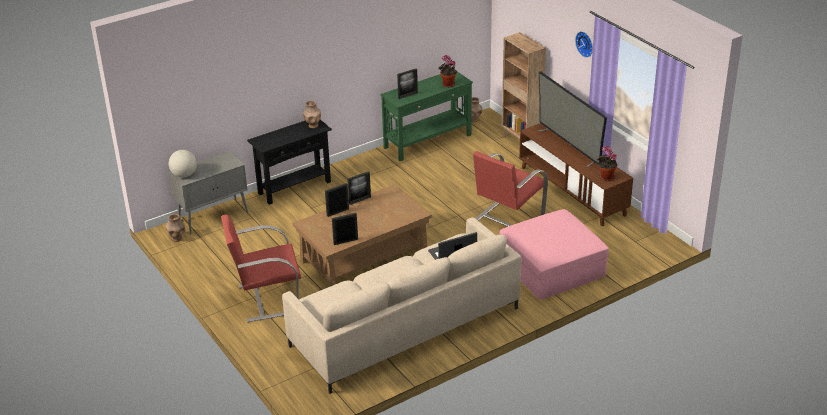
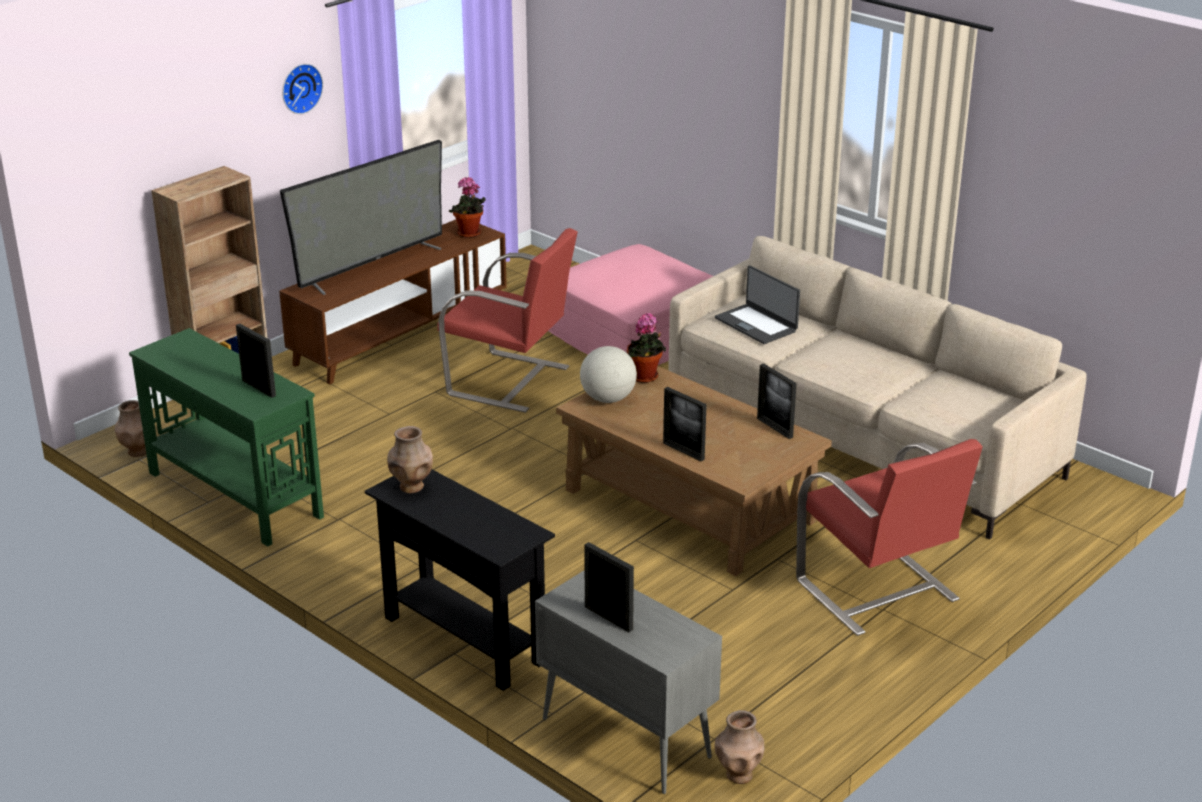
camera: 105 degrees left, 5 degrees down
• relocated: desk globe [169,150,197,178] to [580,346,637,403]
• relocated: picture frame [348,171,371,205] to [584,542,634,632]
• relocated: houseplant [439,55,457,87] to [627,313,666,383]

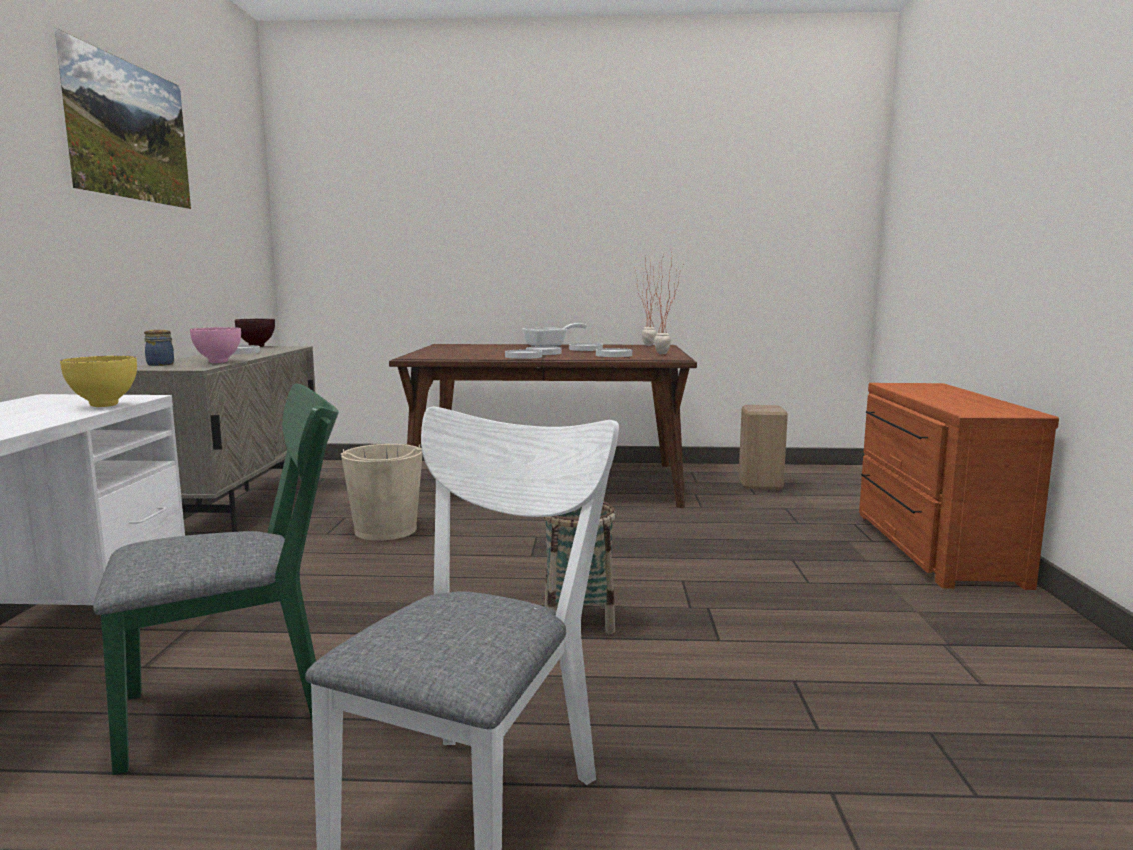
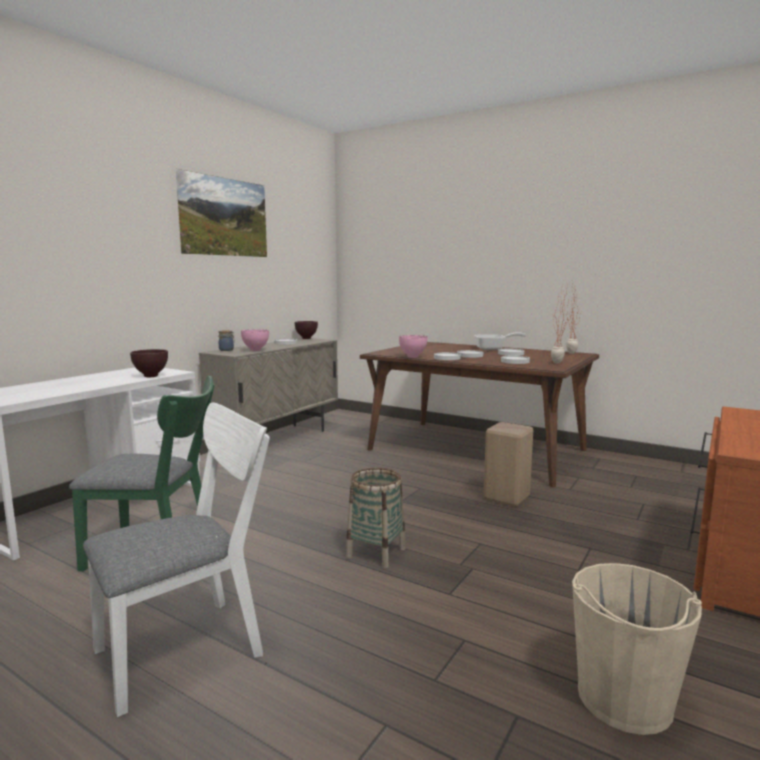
camera: 30 degrees right, 0 degrees up
• colour: serving bowl (yellowish) [60,356,137,407] to serving bowl (brownish) [130,349,168,377]
• appeared: serving bowl (pink) [399,335,427,358]
• relocated: stool (beige) [739,405,788,490] to [484,422,533,507]
• relocated: bucket (beige) [341,444,423,541] to [572,563,702,735]

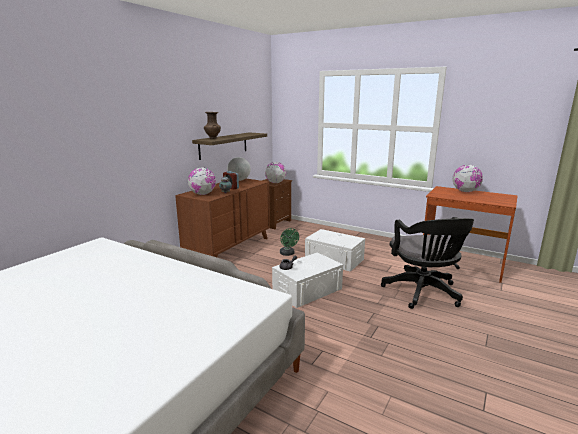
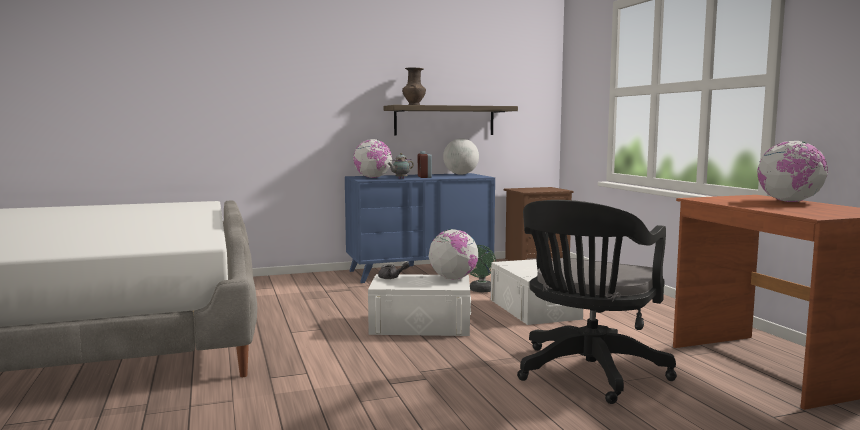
camera: 40 degrees right, 10 degrees down
• colour: chest of drawers (brownish) [175,179,270,257] to chest of drawers (blue) [345,173,495,283]
• relocated: desk globe [265,162,286,183] to [428,229,478,280]

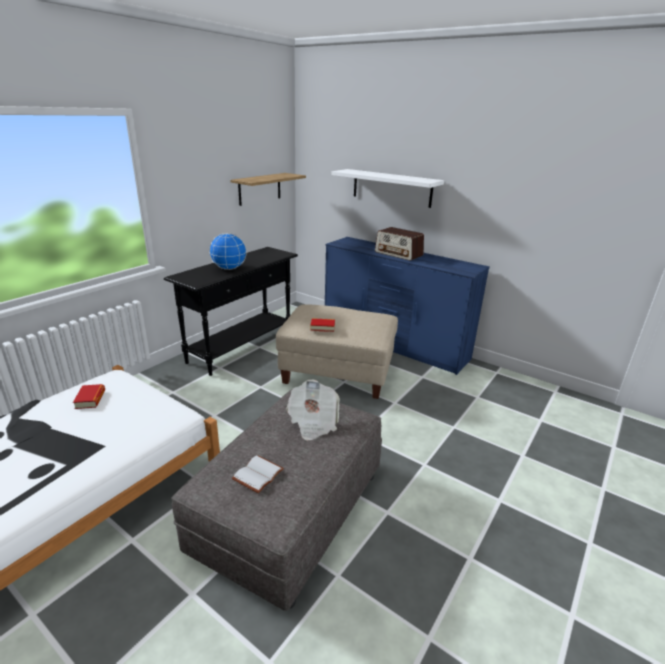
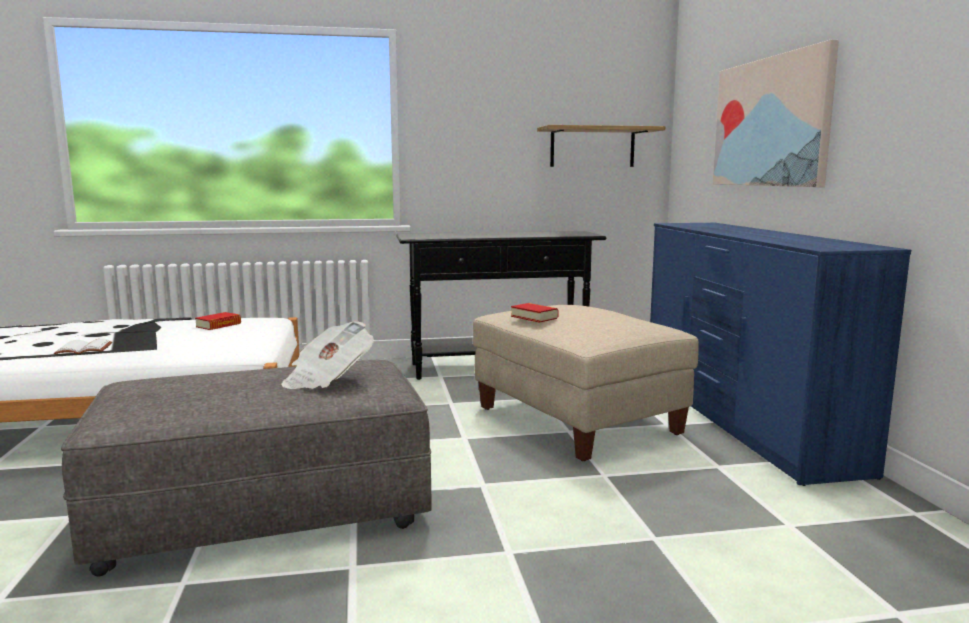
camera: 45 degrees right, 15 degrees down
• relocated: volume (white) [232,455,284,493] to [54,339,112,354]
• exchanged: shelf (white) [331,169,444,208] to picture [713,40,839,187]
• missing: desk globe [209,233,247,270]
• missing: radio [375,227,424,261]

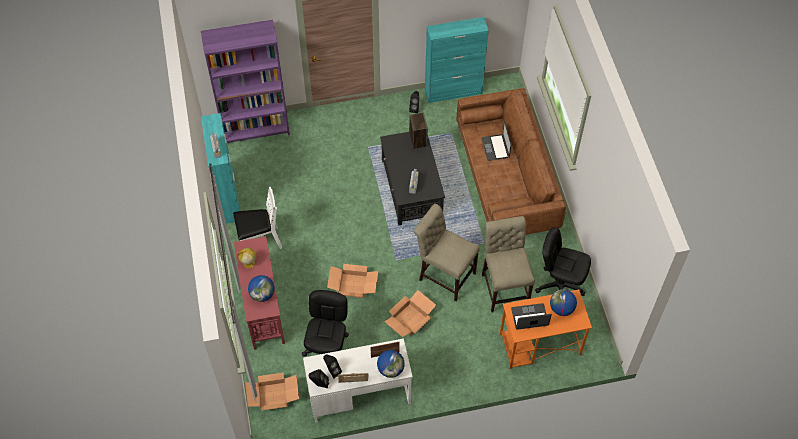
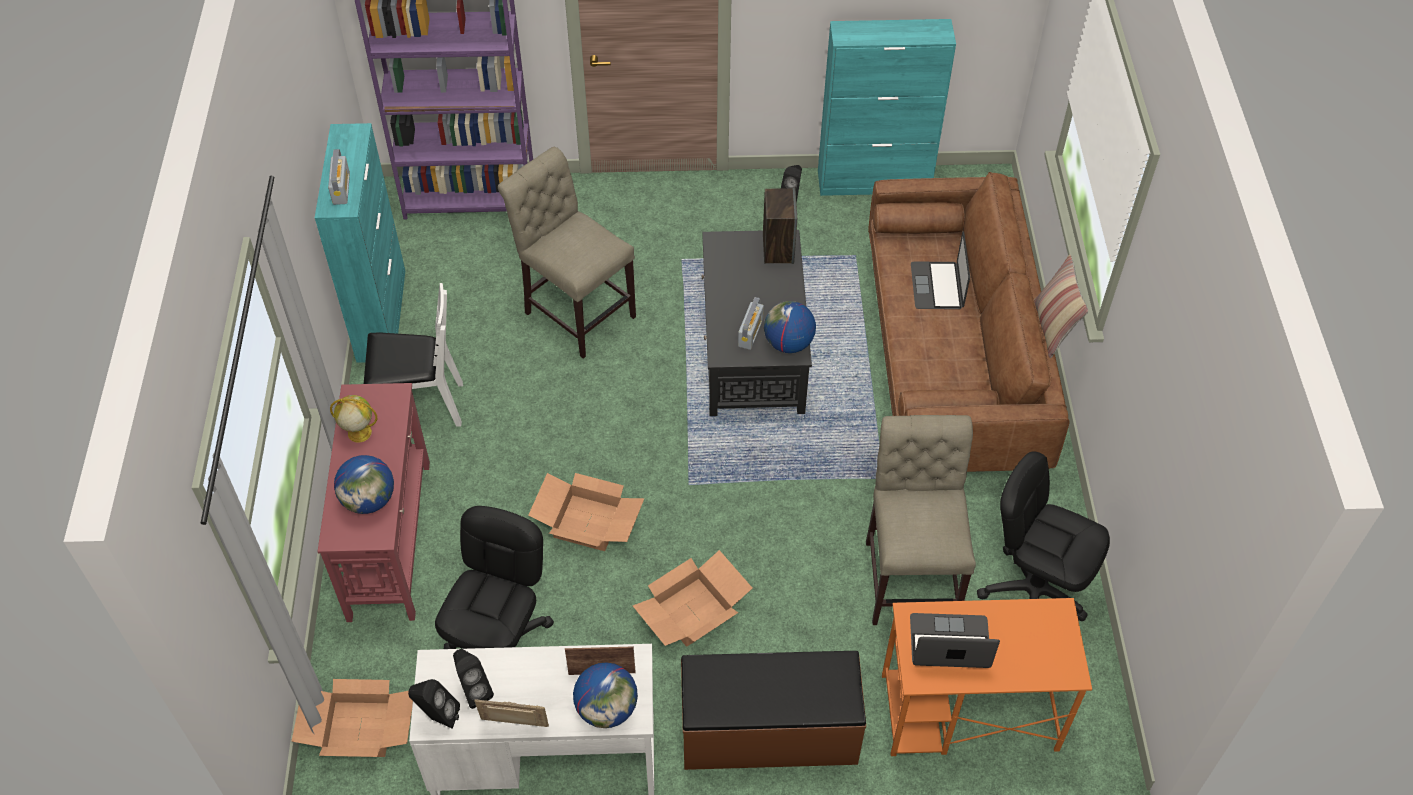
camera: 10 degrees right, 5 degrees down
• relocated: plain chair (beige) [414,204,480,301] to [498,147,636,359]
• appeared: indoor bench (brownish) [681,651,866,770]
• relocated: desk globe [550,289,577,316] to [764,301,816,353]
• appeared: cushion [1034,254,1088,358]

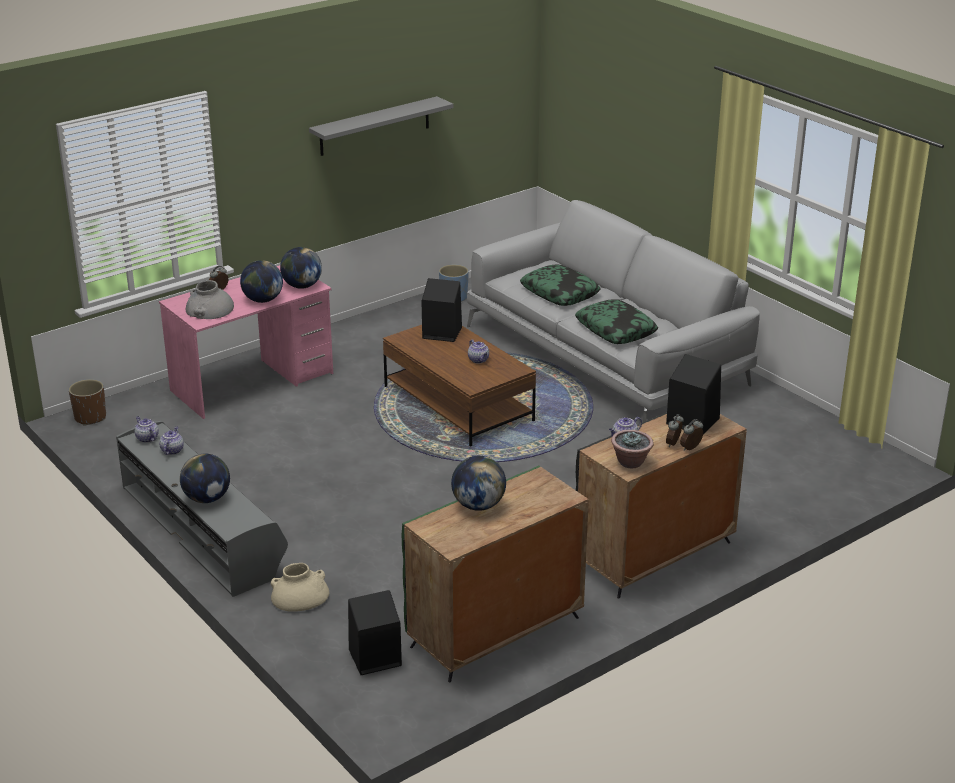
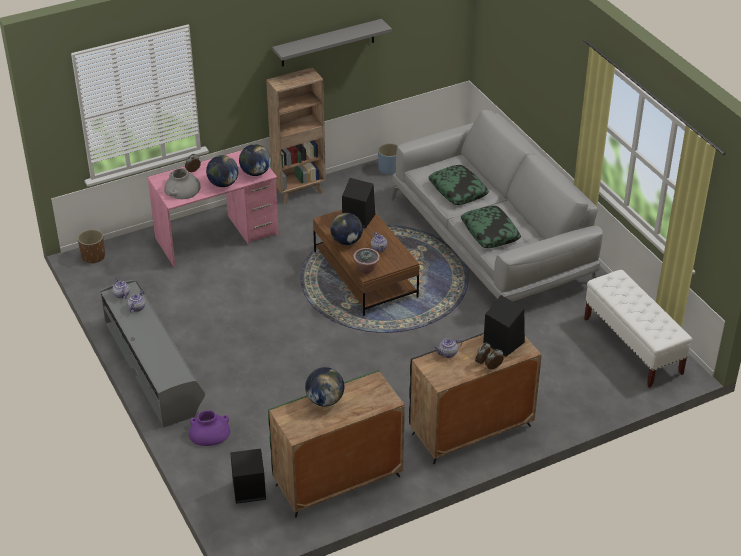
camera: 10 degrees right, 10 degrees up
• colour: flower vase (beige) [271,563,329,612] to flower vase (purple-coloured) [189,410,230,446]
• appeared: bookshelf (brownish) [266,67,326,205]
• relocated: desk globe [180,454,230,503] to [330,213,363,245]
• relocated: houseplant [611,430,654,468] to [353,248,380,273]
• appeared: indoor bench (white) [584,270,692,388]

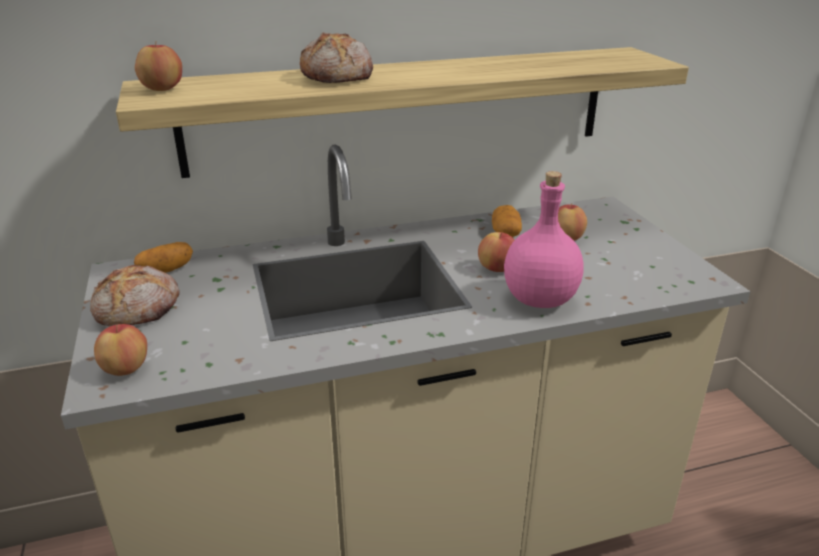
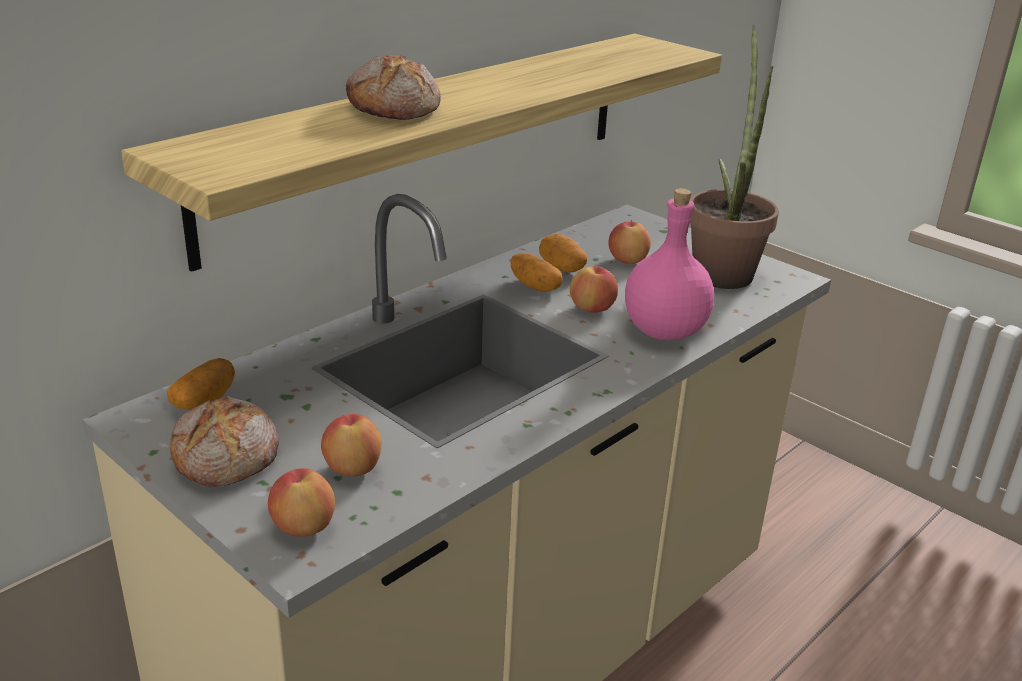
camera: 30 degrees left, 0 degrees up
• relocated: whole apple [135,42,182,91] to [321,414,382,477]
• appeared: whole potato [511,253,563,292]
• appeared: houseplant [690,25,779,289]

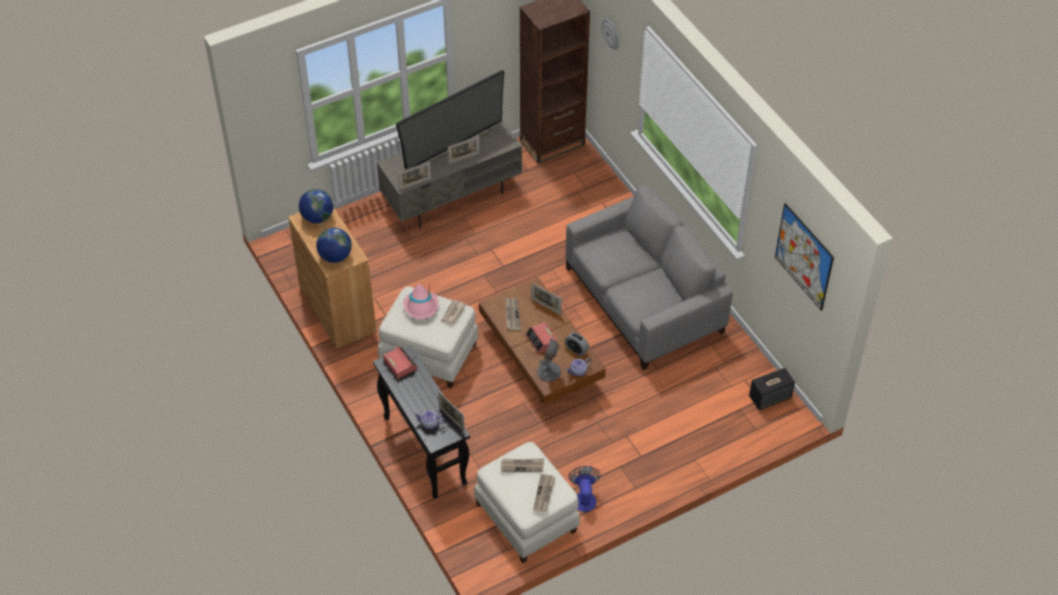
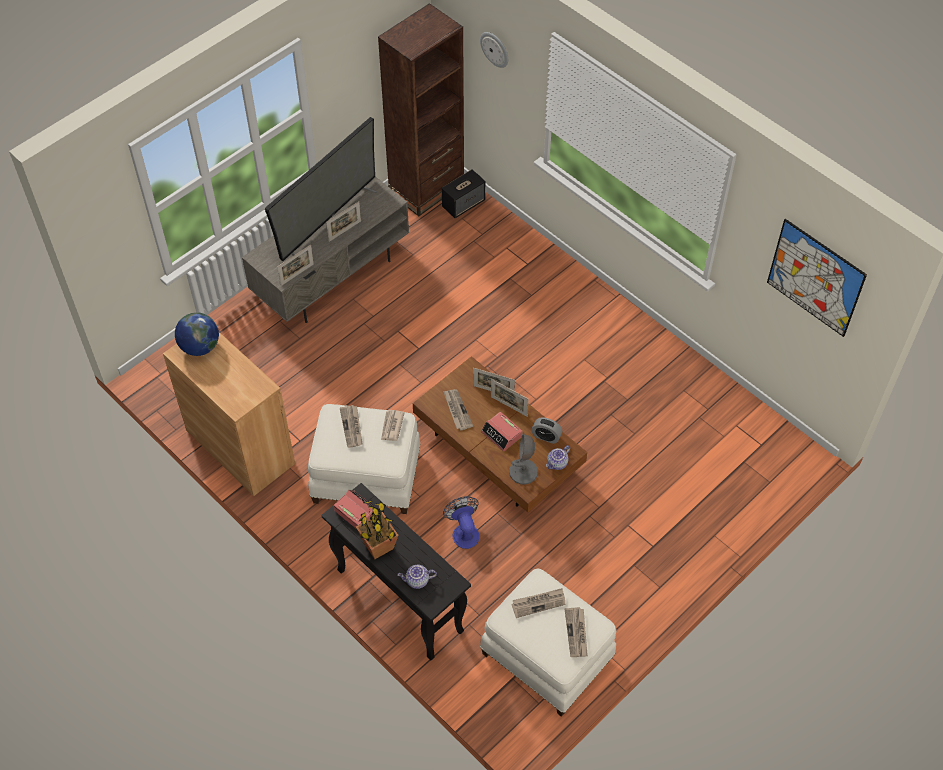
camera: 15 degrees left, 5 degrees up
• exchanged: clothing hat (pink) [403,283,439,319] to printed paper [340,405,363,448]
• appeared: houseplant [356,500,398,559]
• relocated: audio speaker [749,368,795,410] to [442,169,485,218]
• relocated: electric fan [569,466,601,512] to [443,496,479,549]
• relocated: picture frame [438,391,465,432] to [491,379,529,416]
• missing: desk globe [316,228,352,263]
• missing: couch (grey) [566,186,733,370]

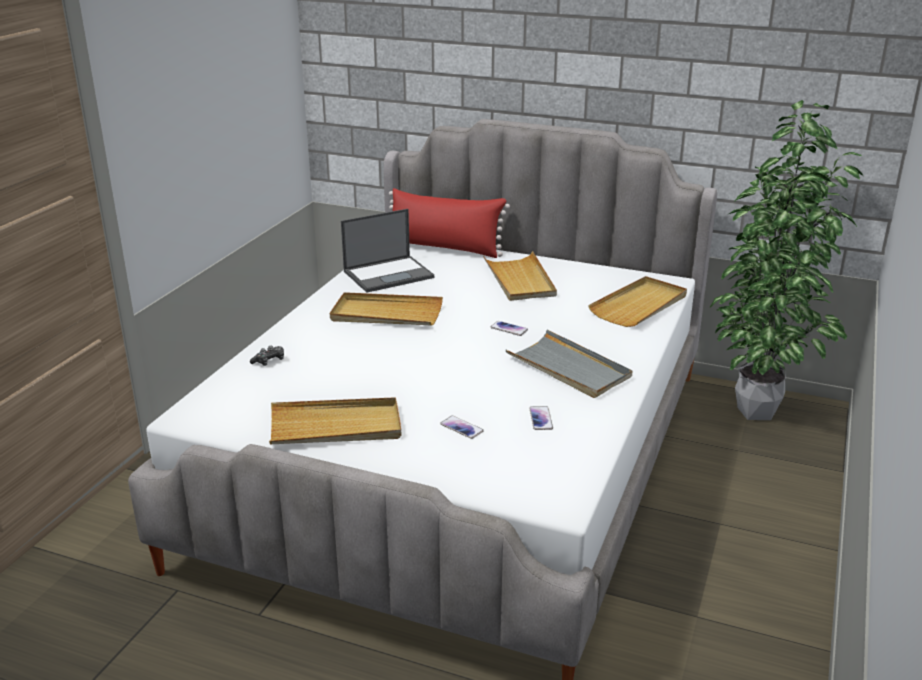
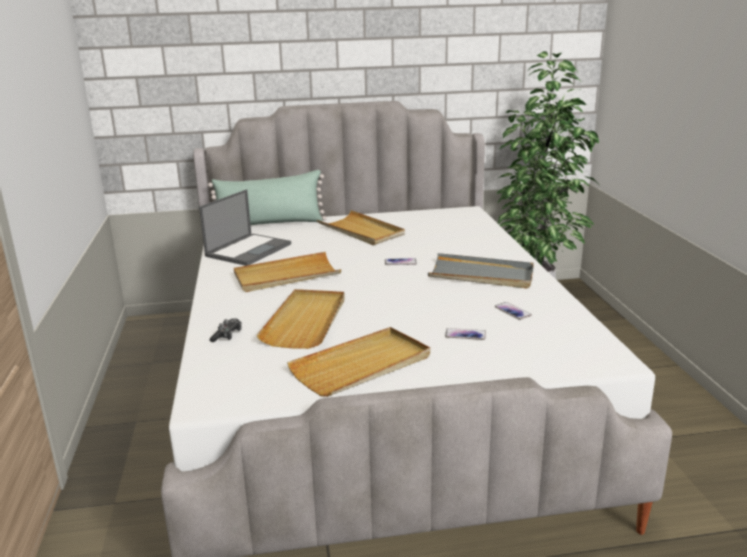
camera: 30 degrees left, 5 degrees down
• colour: cushion (reddish) [389,188,510,258] to cushion (greenish) [208,170,327,225]
• relocated: carrying tray (beige) [588,276,687,327] to [256,289,345,349]

